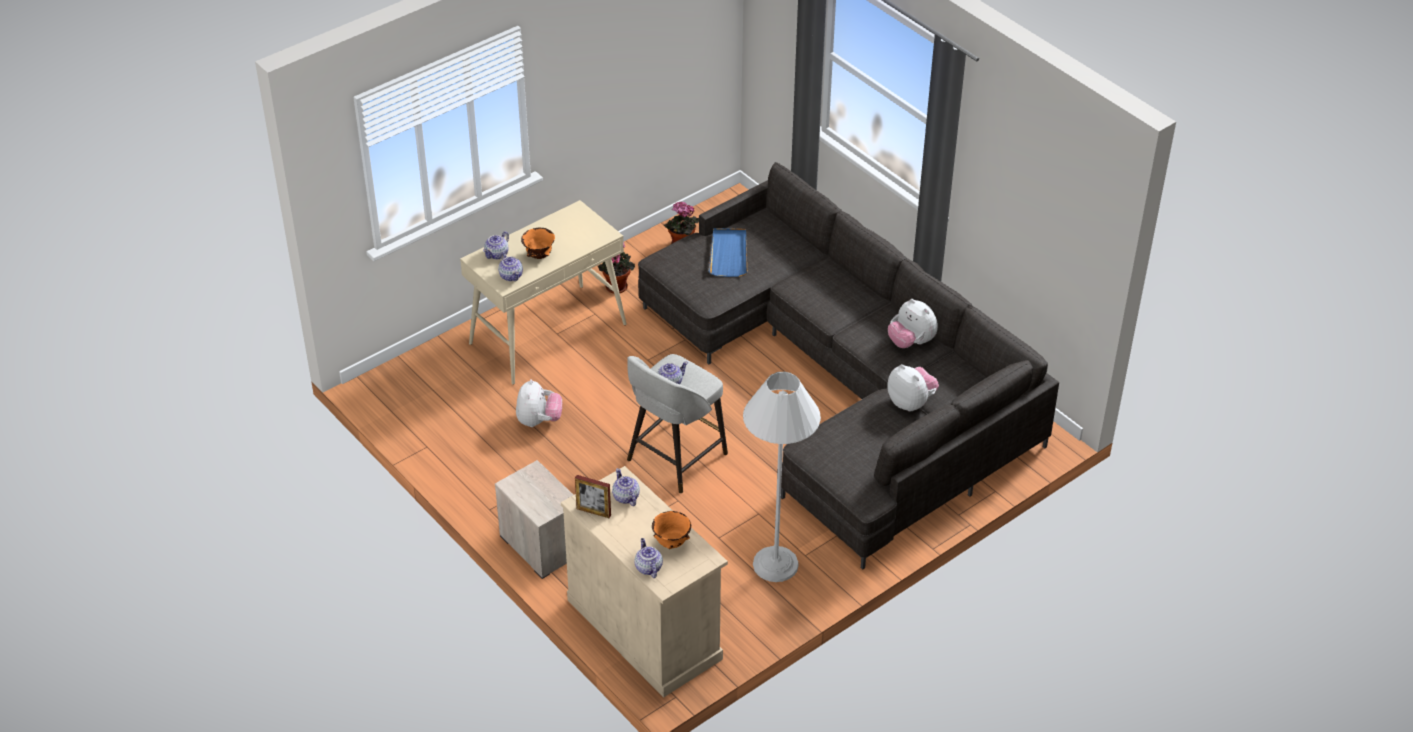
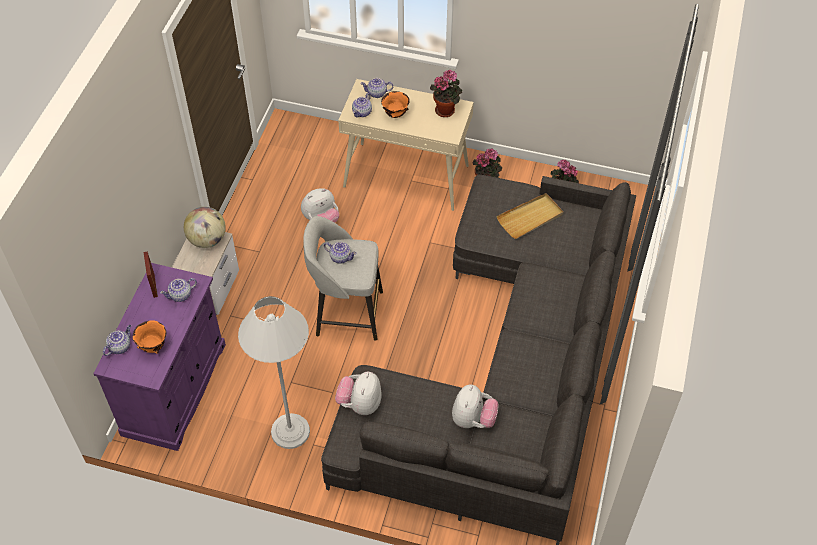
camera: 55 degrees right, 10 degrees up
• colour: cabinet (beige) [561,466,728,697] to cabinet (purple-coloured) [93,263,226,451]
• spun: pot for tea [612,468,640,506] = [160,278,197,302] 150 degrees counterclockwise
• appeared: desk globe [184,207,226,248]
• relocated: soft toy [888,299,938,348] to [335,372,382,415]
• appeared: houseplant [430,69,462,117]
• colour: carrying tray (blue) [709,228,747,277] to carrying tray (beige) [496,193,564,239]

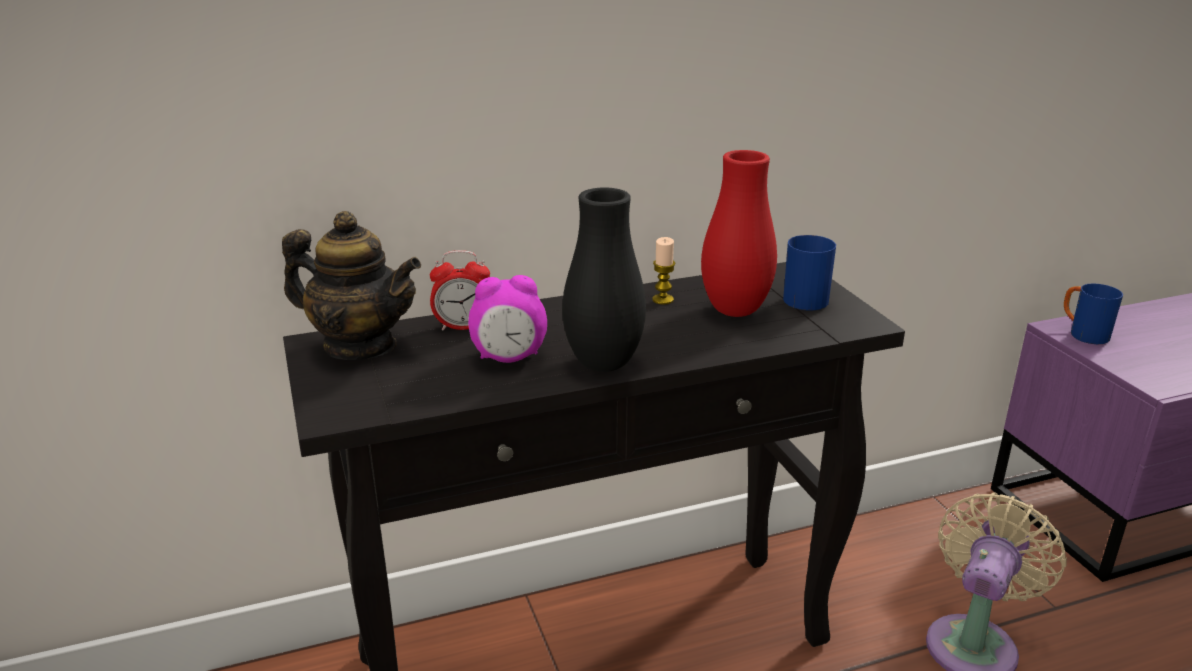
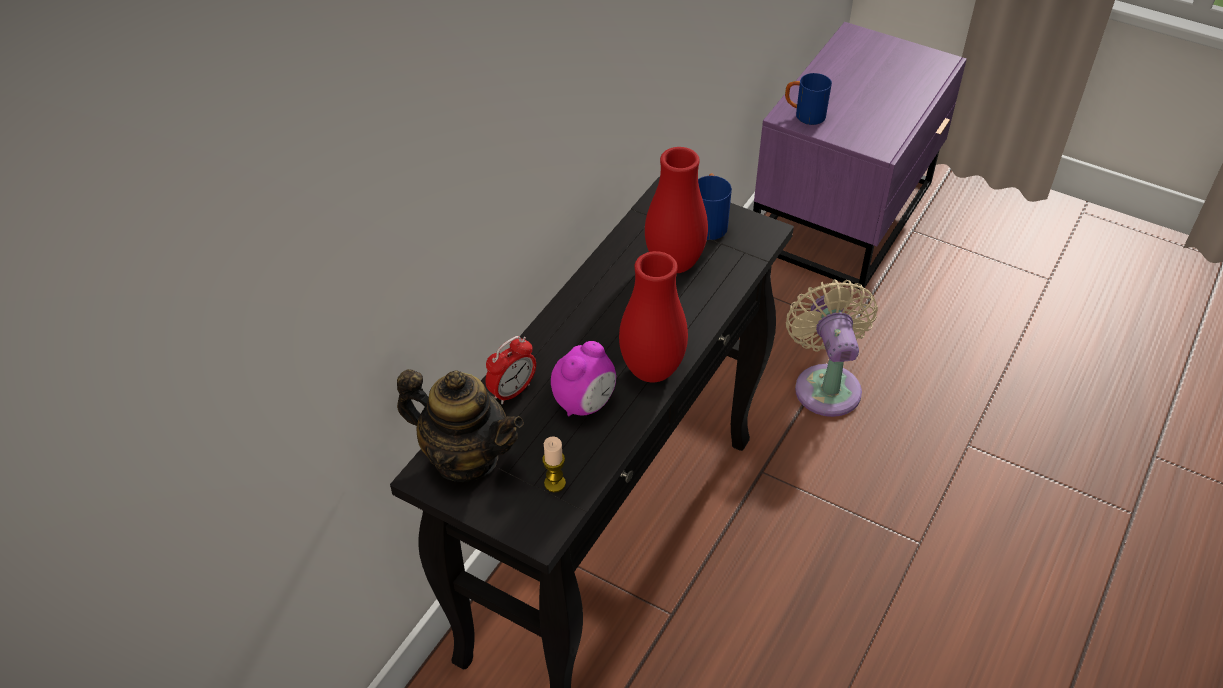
camera: 40 degrees left, 20 degrees up
• spun: pot for tea [282,211,421,360] = [397,369,524,482] 45 degrees clockwise
• relocated: wax candle [652,237,675,305] to [542,436,566,492]
• colour: flower vase (black-coloured) [562,188,646,372] to flower vase (reddish) [619,251,688,382]

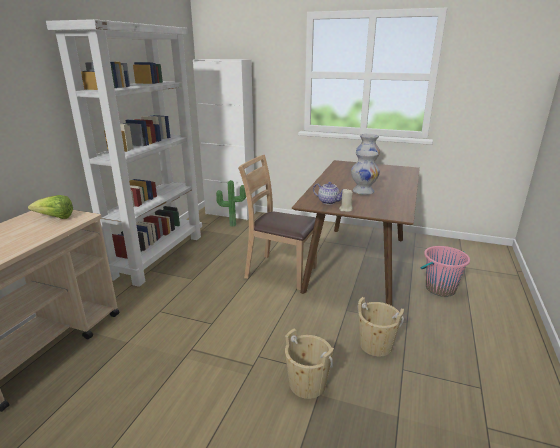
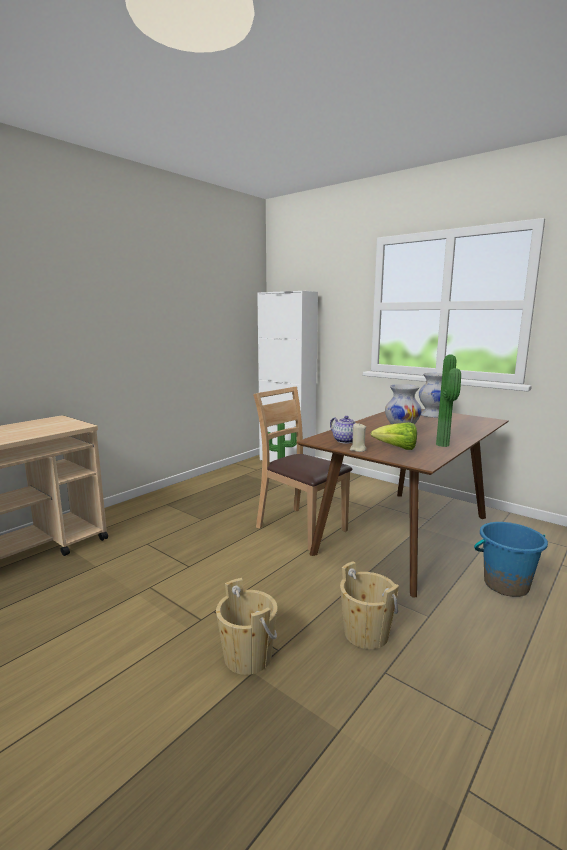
camera: 20 degrees right, 10 degrees down
• relocated: lettuce [28,195,73,219] to [371,422,417,450]
• appeared: houseplant [436,354,461,447]
• colour: bucket (pink) [420,246,470,297] to bucket (blue) [474,522,548,597]
• missing: bookshelf (white) [46,19,202,287]

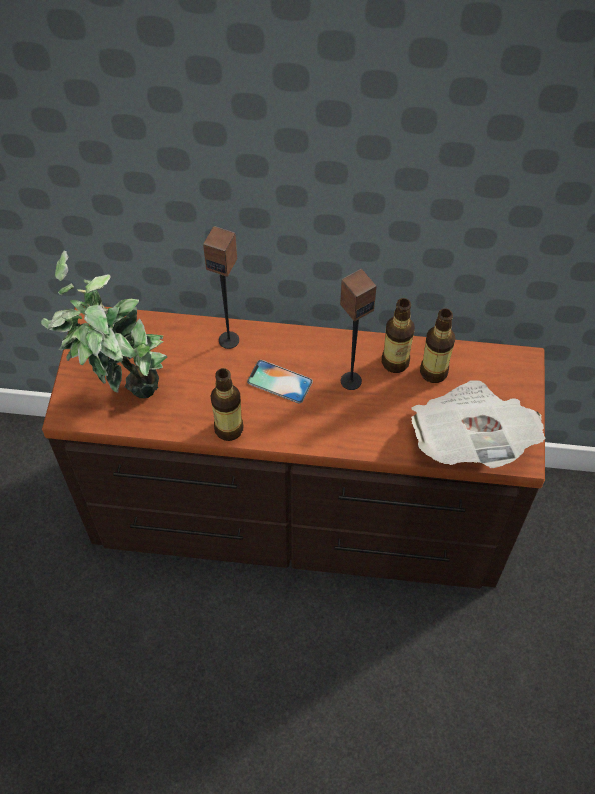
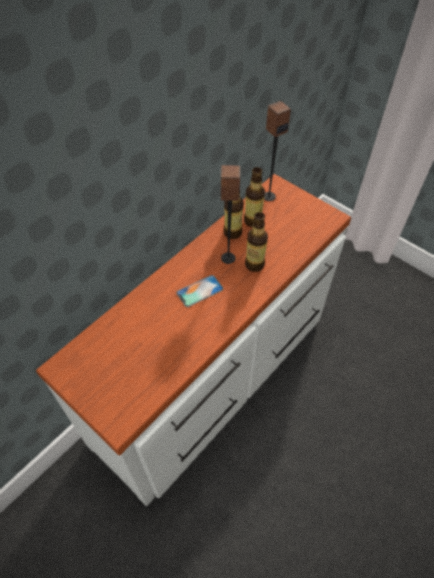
camera: 55 degrees left, 5 degrees down
• colour: chest of drawers (brownish) [42,307,545,589] to chest of drawers (white) [36,174,351,506]
• relocated: bottle [210,368,243,441] to [245,212,268,272]
• relocated: audio speaker [203,226,239,349] to [264,101,291,201]
• missing: houseplant [41,250,167,398]
• missing: printed paper [411,380,545,468]

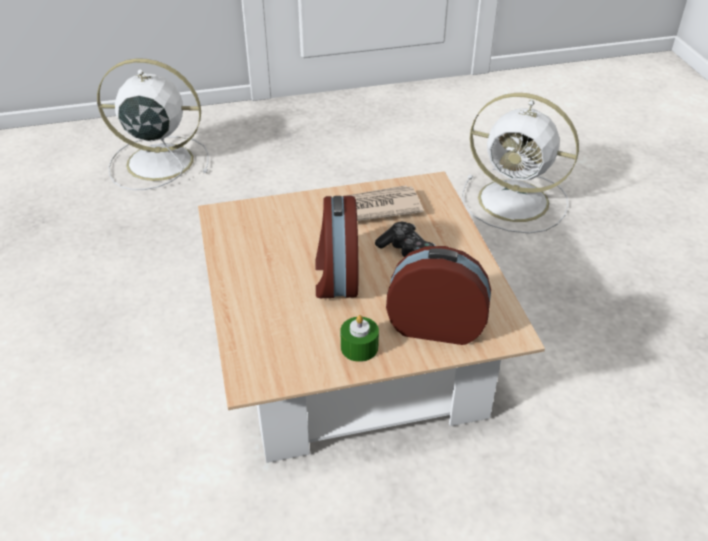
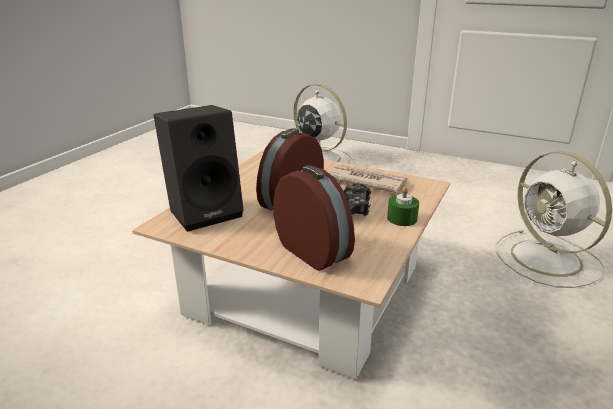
camera: 40 degrees right, 15 degrees down
• appeared: audio speaker (black-coloured) [153,105,244,232]
• relocated: wax candle (greenish) [341,315,379,362] to [387,186,419,226]

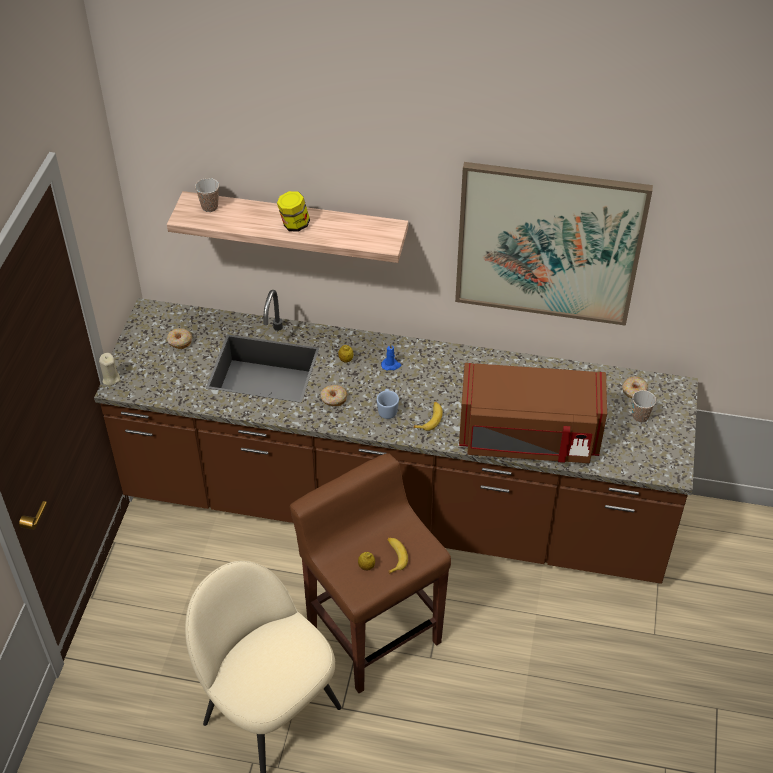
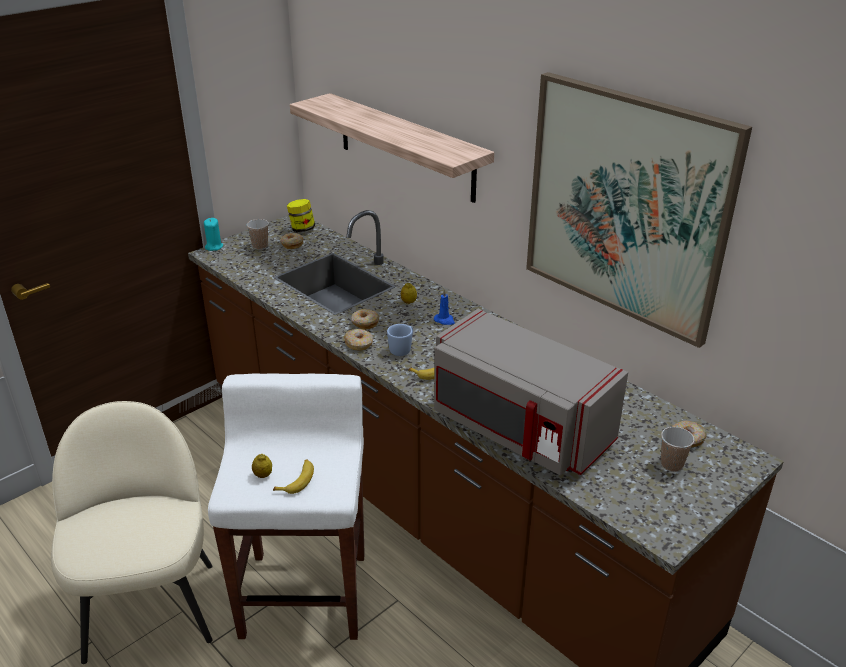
camera: 35 degrees right, 15 degrees down
• colour: wax candle (beige) [99,353,120,386] to wax candle (turquoise) [204,218,223,251]
• colour: stool (brownish) [290,453,451,693] to stool (white) [208,374,365,640]
• relocated: drinking cup [195,178,219,212] to [247,219,269,250]
• relocated: storage jar [277,191,310,232] to [287,199,315,232]
• appeared: ring doughnut [344,329,373,350]
• colour: microwave (brownish) [459,363,607,463] to microwave (grey) [434,309,628,475]

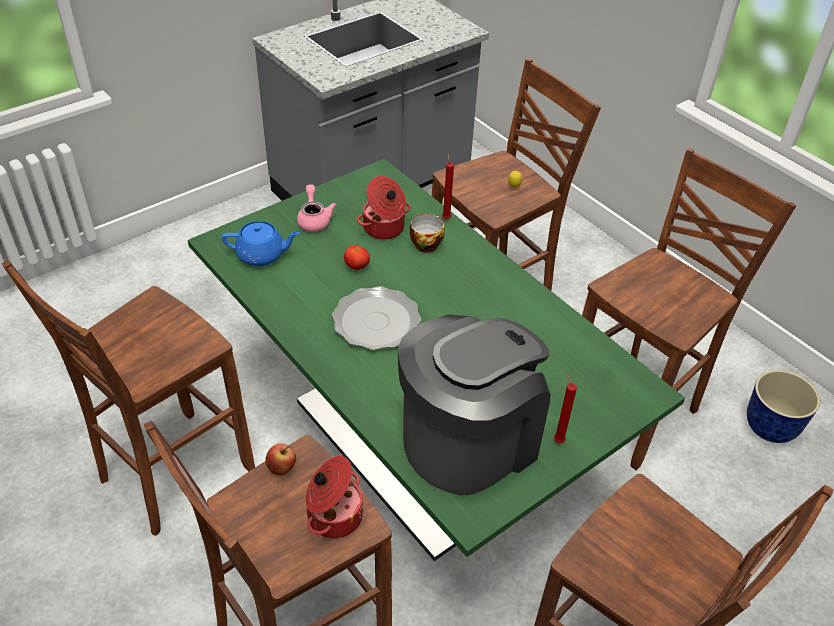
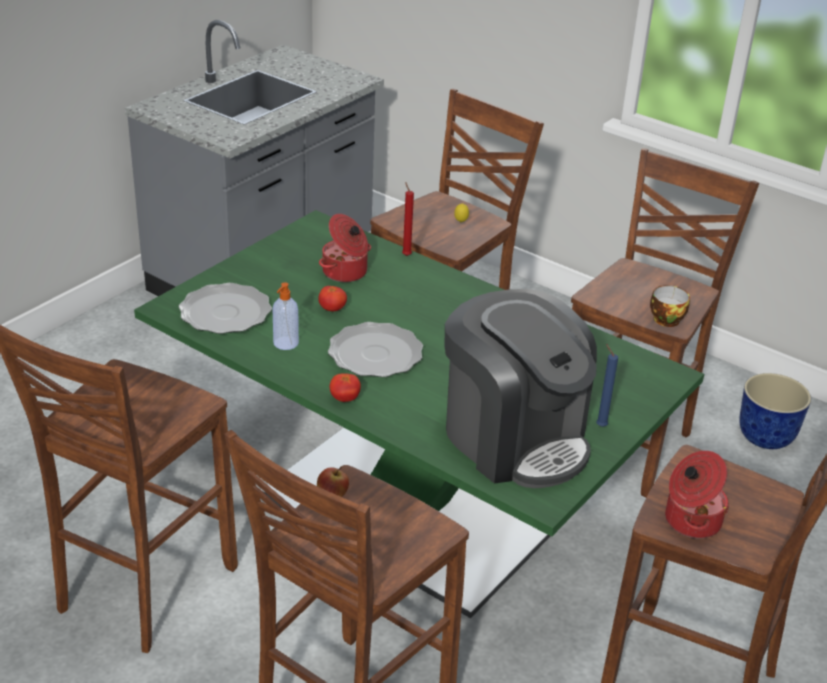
camera: 15 degrees left, 10 degrees down
• exchanged: pot for tea (blue) [222,221,300,266] to flat dish [179,283,272,334]
• appeared: soap bottle [272,282,299,350]
• appeared: tomato [330,373,361,402]
• spun: coffee brewer [398,314,550,495] = [444,289,597,488] 105 degrees clockwise
• colour: wax candle (reddish) [554,373,577,443] to wax candle (blue) [596,344,618,427]
• relocated: drinking cup [409,213,445,253] to [650,285,690,327]
• relocated: saucepot [306,456,364,538] to [665,451,730,539]
• missing: pot for tea (pink) [297,184,337,232]

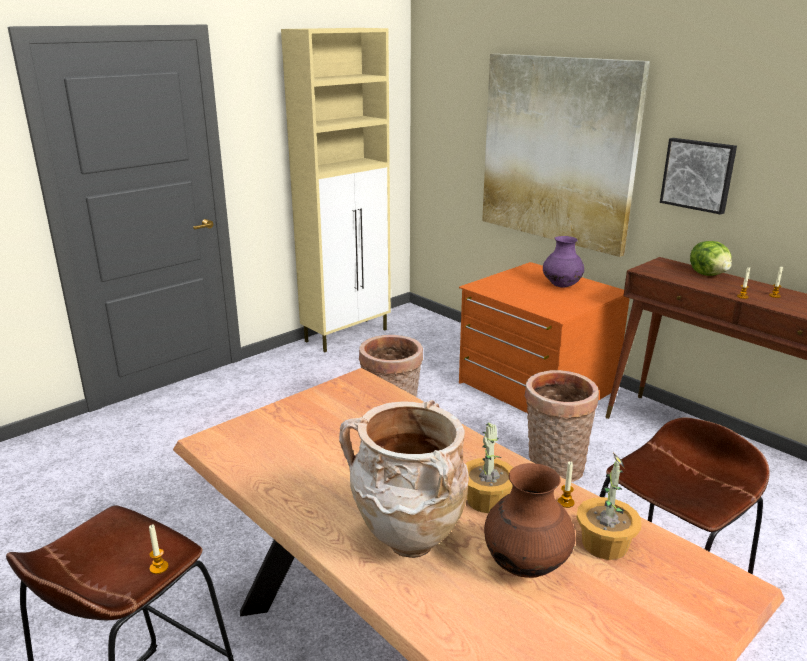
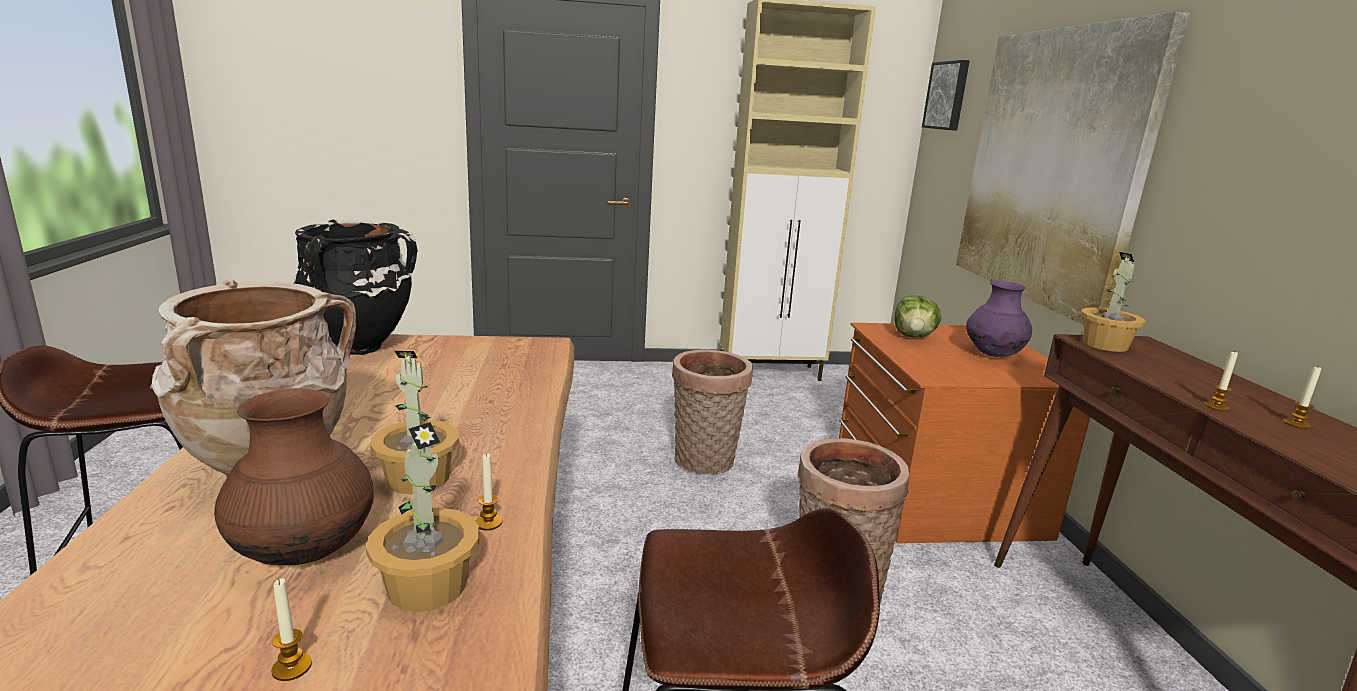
camera: 35 degrees right, 5 degrees down
• relocated: wax candle [149,524,169,574] to [271,578,312,681]
• appeared: flower vase (black-coloured) [293,219,418,355]
• relocated: lettuce [690,241,732,276] to [894,295,941,337]
• relocated: picture [660,138,737,215] to [922,60,970,131]
• appeared: houseplant [1081,252,1146,352]

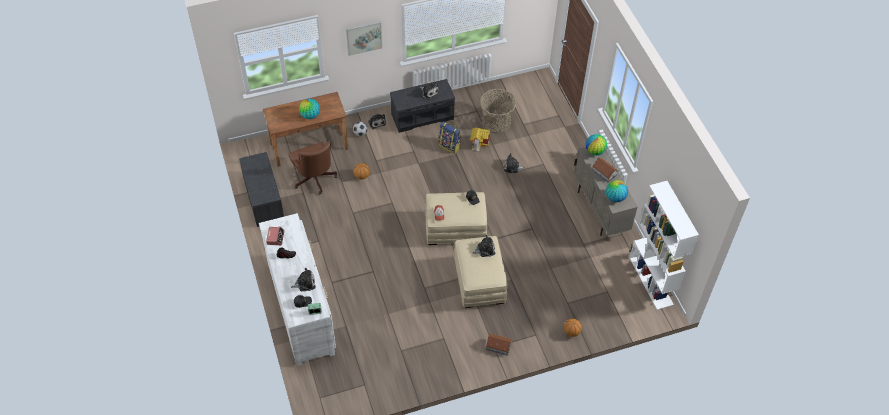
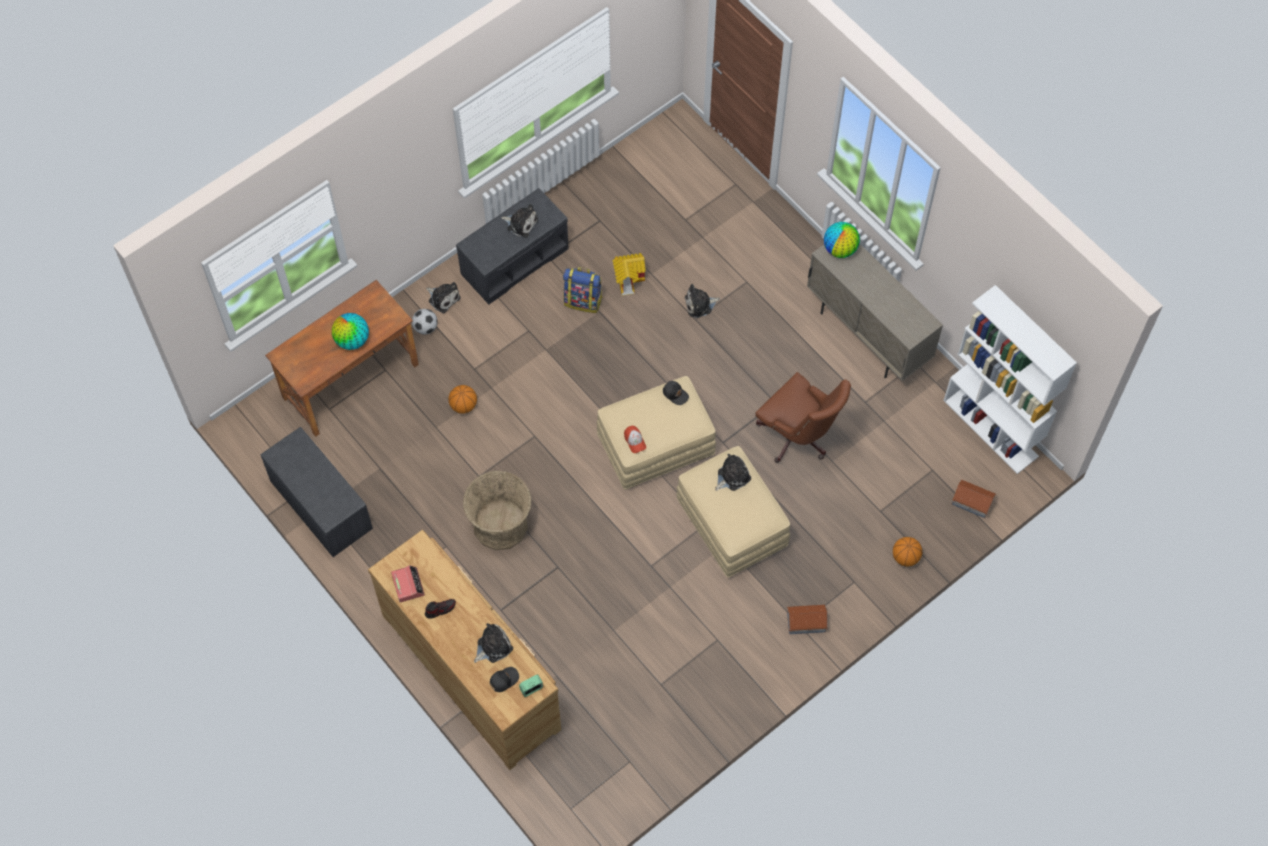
camera: 20 degrees left, 10 degrees up
• colour: chest of drawers (white) [259,213,336,366] to chest of drawers (brownish) [368,530,561,770]
• relocated: basket [480,89,516,134] to [463,471,532,550]
• relocated: computer chair (brownish) [288,141,337,194] to [756,372,851,463]
• relocated: model house [592,158,619,182] to [952,480,996,518]
• missing: picture [346,21,382,56]
• missing: desk globe [606,180,628,202]

